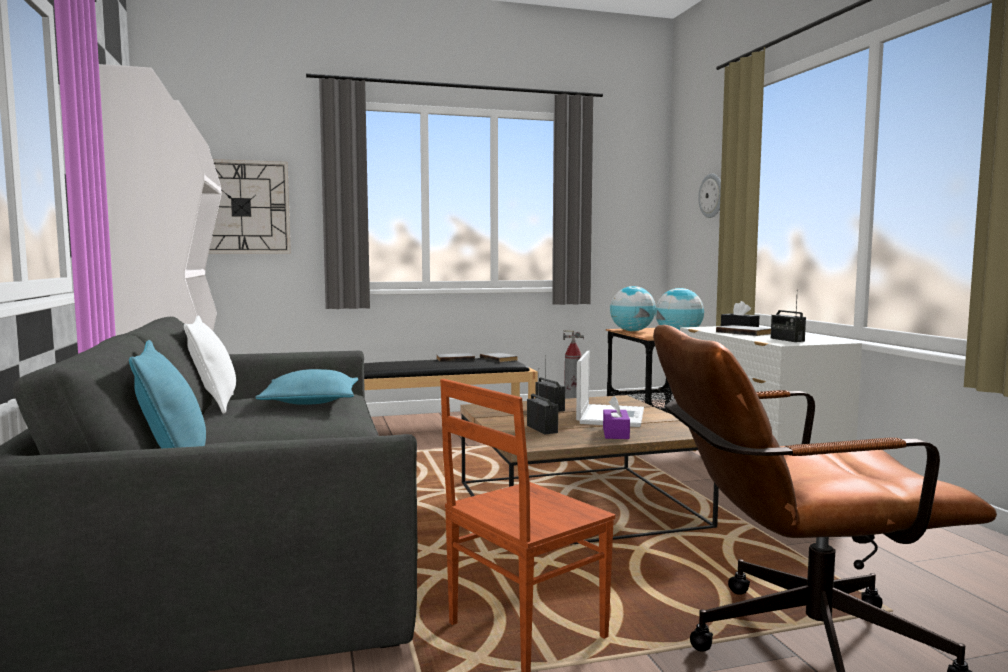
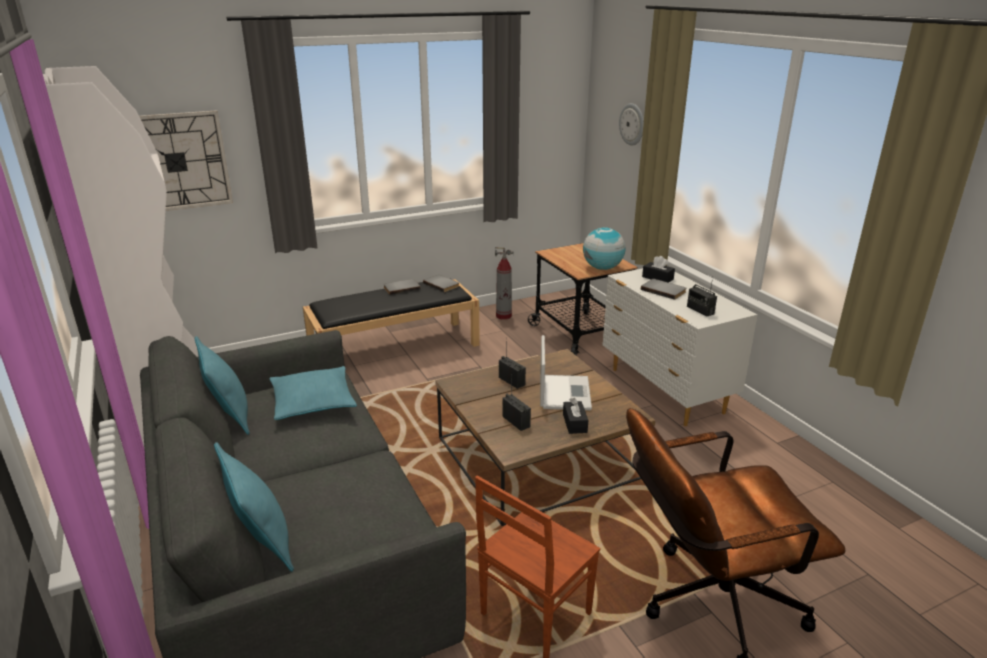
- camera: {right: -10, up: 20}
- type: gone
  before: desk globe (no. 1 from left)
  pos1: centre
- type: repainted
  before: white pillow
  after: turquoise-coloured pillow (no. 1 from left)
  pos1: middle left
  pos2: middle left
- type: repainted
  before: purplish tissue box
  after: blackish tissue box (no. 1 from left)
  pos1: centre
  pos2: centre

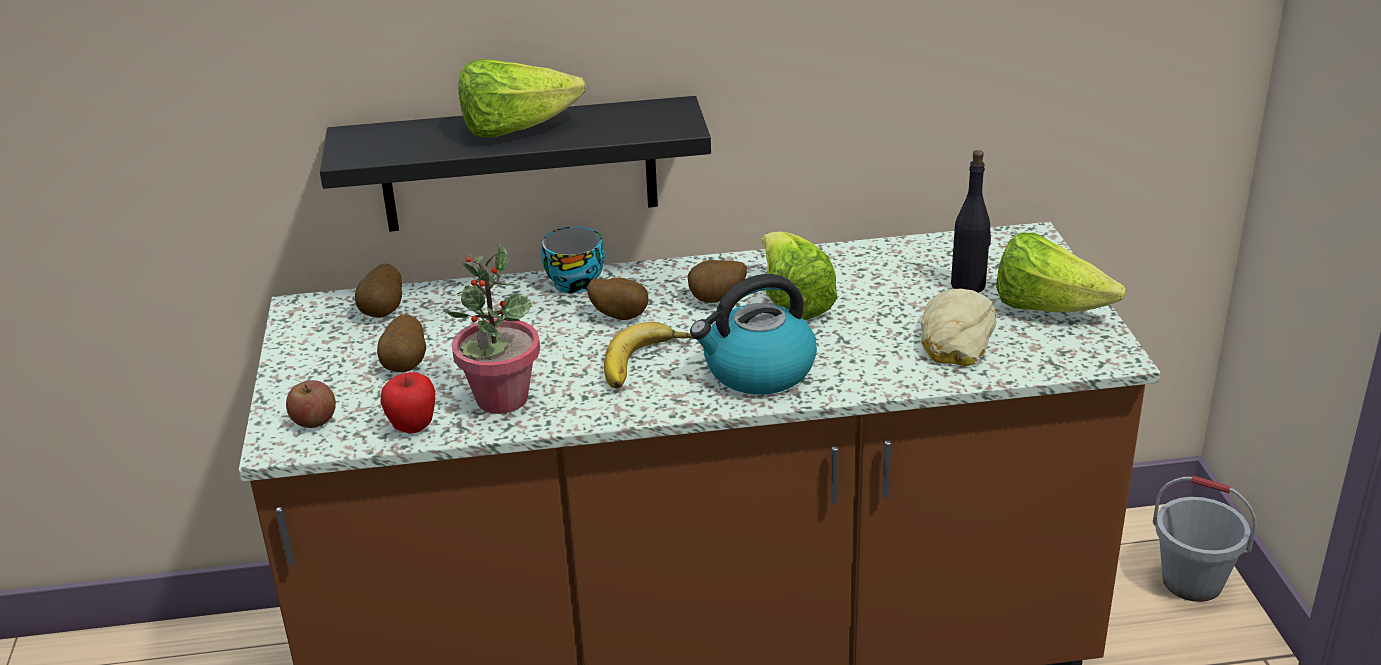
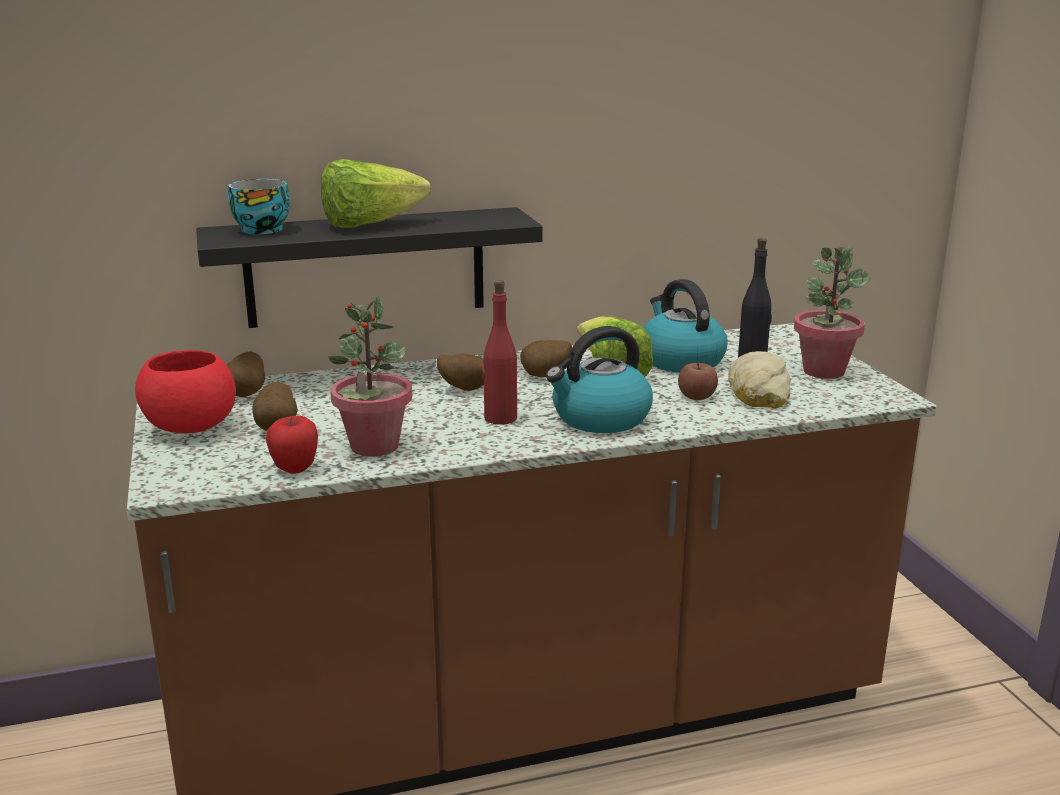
- camera: {right: -10, up: -10}
- type: gone
  before: greyish water bucket
  pos1: bottom right
- type: new
  after: reddish bowl
  pos2: middle left
- type: new
  after: water kettle (no. 2 from left)
  pos2: centre
- type: shifted
  before: apple fruit (no. 1 from left in the first image)
  after: apple fruit (no. 2 from left)
  pos1: middle left
  pos2: centre
- type: shifted
  before: small cup
  pos1: centre
  pos2: top left
- type: swapped
  before: banana fruit
  after: reddish bottle
  pos1: centre
  pos2: centre
- type: swapped
  before: lettuce (no. 3 from left)
  after: houseplant (no. 2 from left)
  pos1: middle right
  pos2: middle right

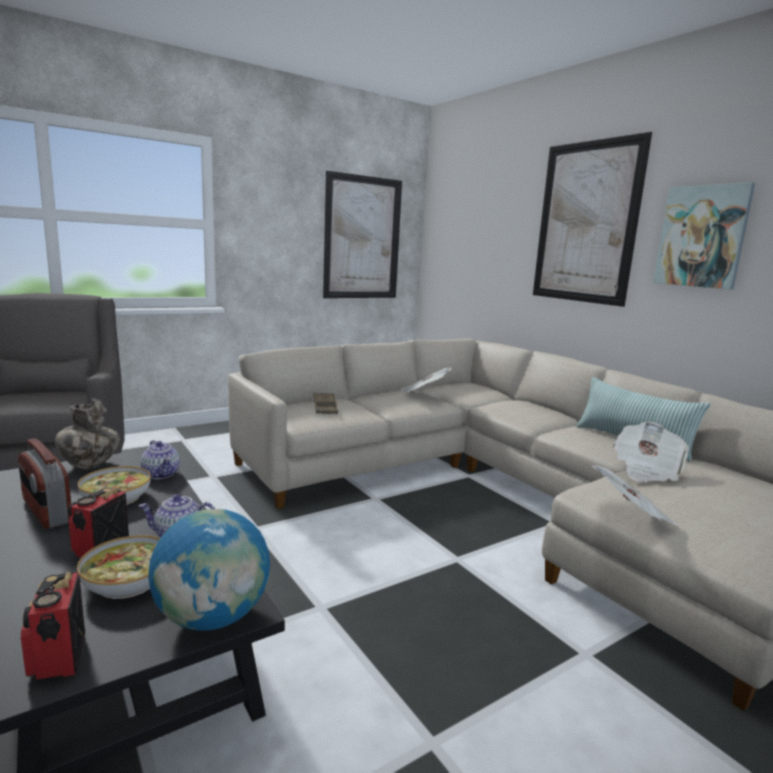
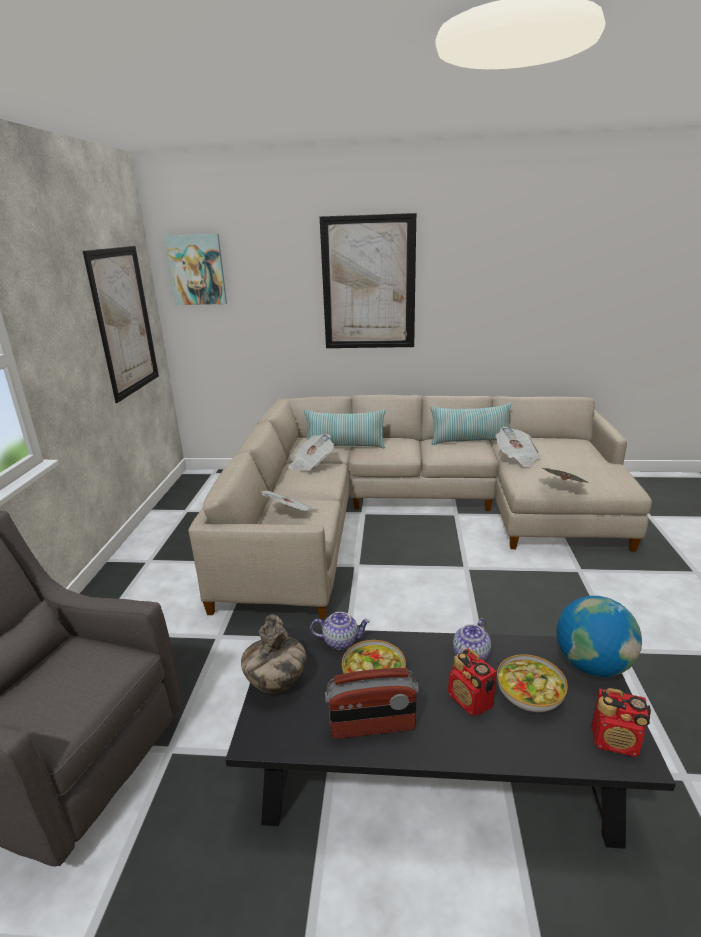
- camera: {right: -50, up: 10}
- type: new
  after: pillow (no. 1 from left)
  pos2: centre
- type: shifted
  before: wall picture (no. 3 from left in the first image)
  after: wall picture (no. 2 from left)
  pos1: top right
  pos2: top left
- type: swapped
  before: brown-coloured tray
  after: daily paper (no. 1 from left)
  pos1: centre
  pos2: centre

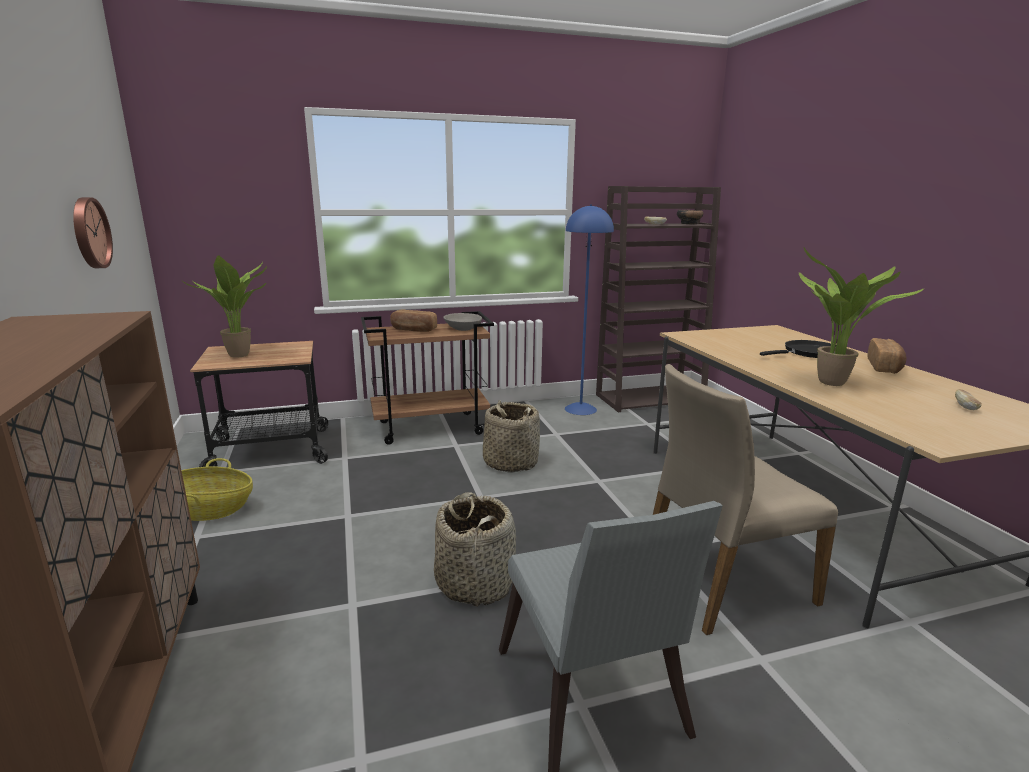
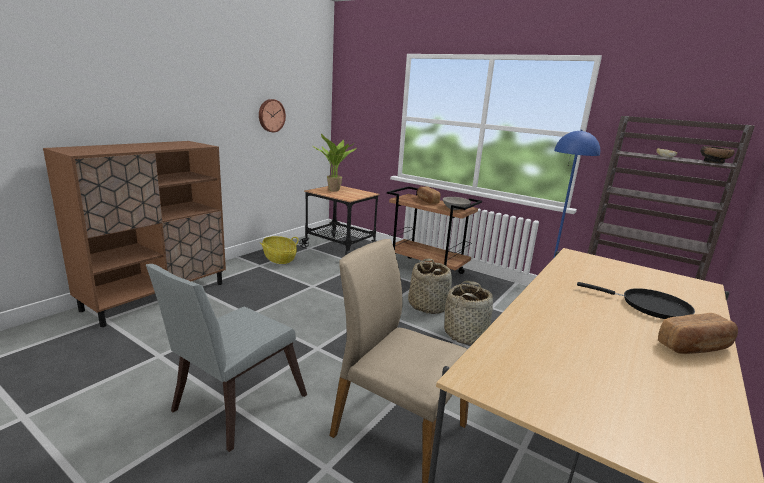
- camera: {right: 50, up: 0}
- type: gone
  before: houseplant (no. 2 from left)
  pos1: middle right
- type: gone
  before: baked bread (no. 4 from left)
  pos1: middle right
- type: shifted
  before: household basket (no. 2 from left in the first image)
  after: household basket (no. 3 from left)
  pos1: bottom centre
  pos2: centre

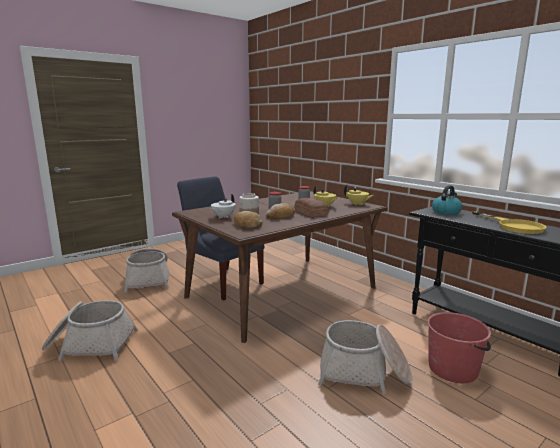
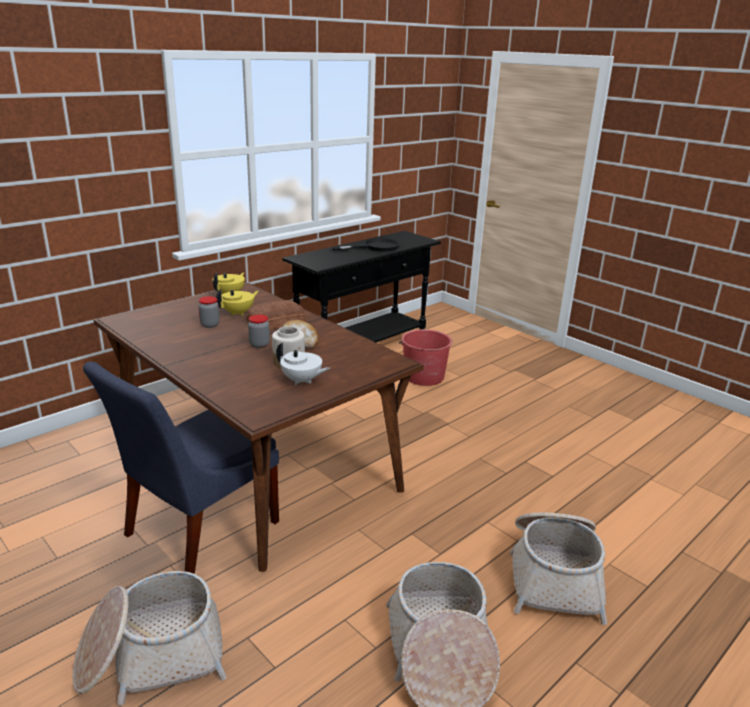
- camera: {right: -95, up: 10}
- type: gone
  before: baked bread (no. 1 from left)
  pos1: centre
- type: gone
  before: water kettle
  pos1: middle right
- type: shifted
  before: household basket (no. 3 from left)
  pos1: bottom centre
  pos2: bottom right
- type: repainted
  before: yellow skillet
  after: blackish skillet
  pos1: middle right
  pos2: centre

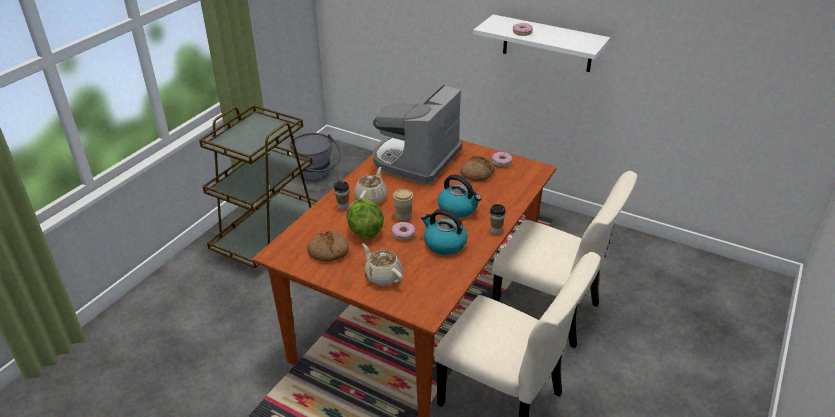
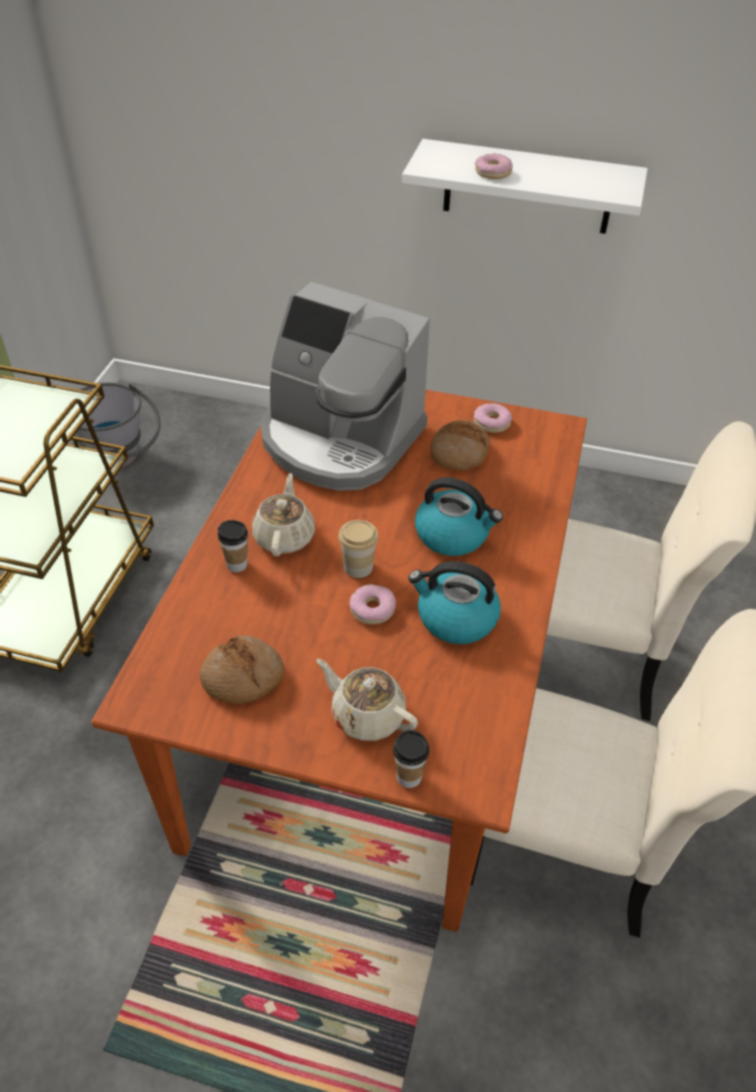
- camera: {right: -15, up: 10}
- type: gone
  before: lettuce
  pos1: centre
- type: shifted
  before: small cup (no. 3 from left)
  pos1: centre
  pos2: bottom centre
- type: rotated
  before: coffee maker
  pos1: top centre
  pos2: centre
  turn: -75

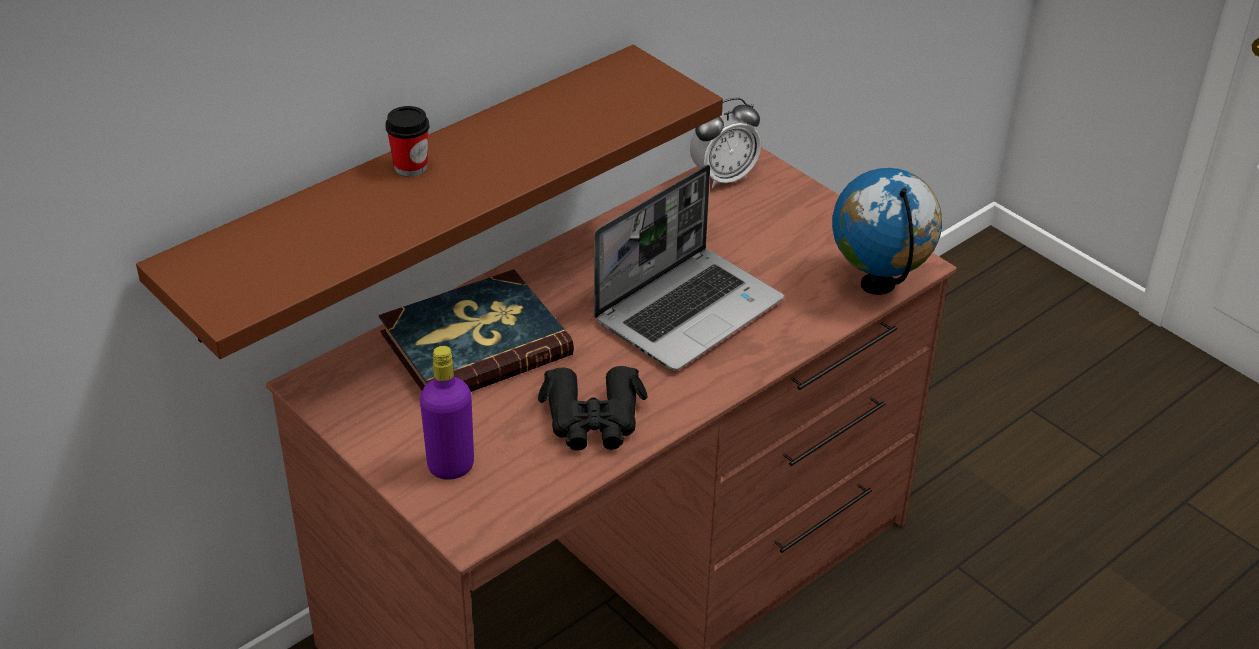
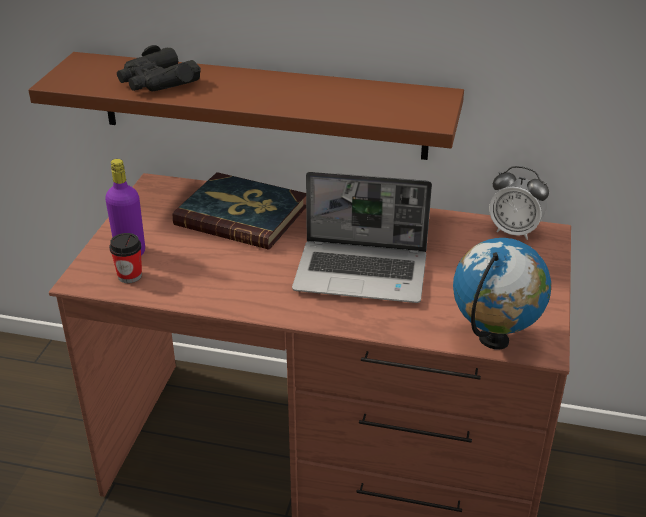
- camera: {right: 55, up: -5}
- type: shifted
  before: small cup
  pos1: top left
  pos2: middle left
- type: shifted
  before: blackish field glasses
  pos1: centre
  pos2: top left

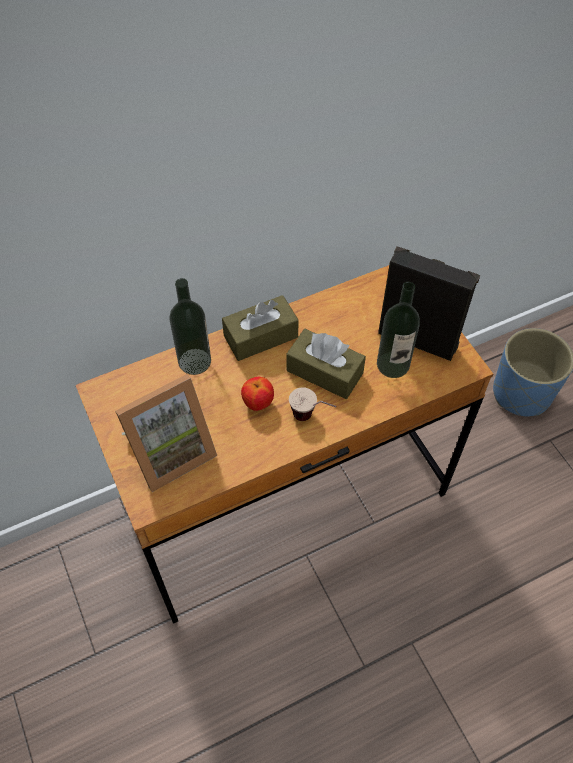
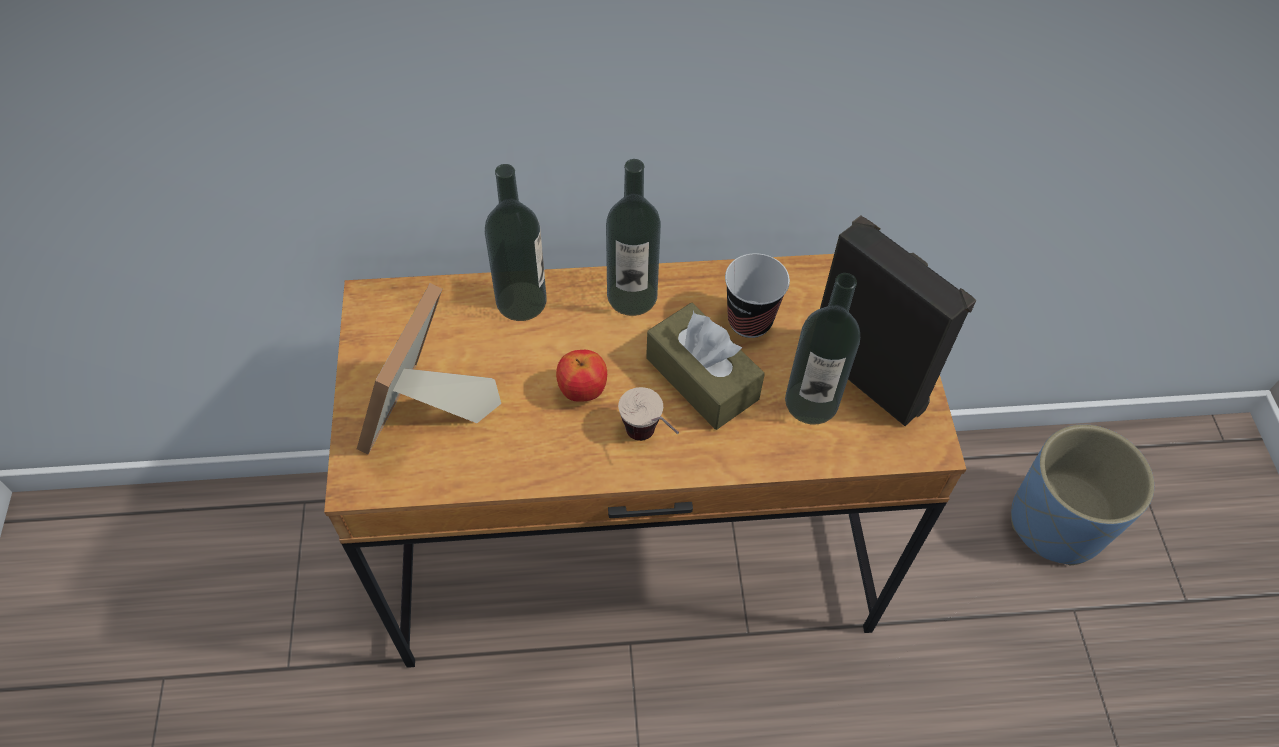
- camera: {right: 20, up: 0}
- type: new
  after: small cup (no. 2 from left)
  pos2: centre
- type: swapped
  before: brown-coloured tissue box (no. 1 from left)
  after: bottle (no. 2 from left)
  pos1: centre
  pos2: top centre
- type: rotated
  before: photo frame
  pos1: middle left
  pos2: centre
  turn: 120

